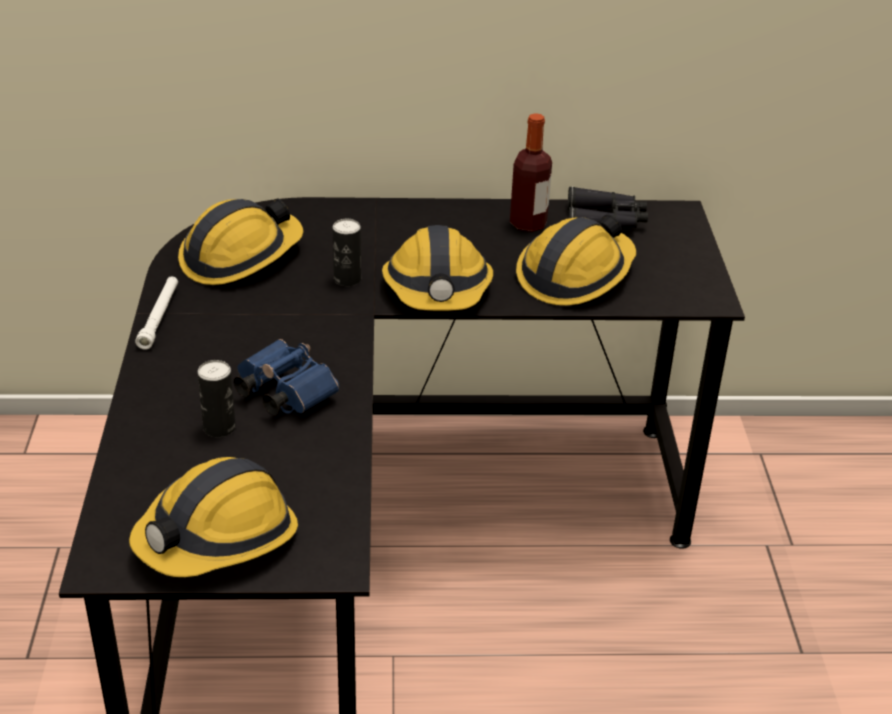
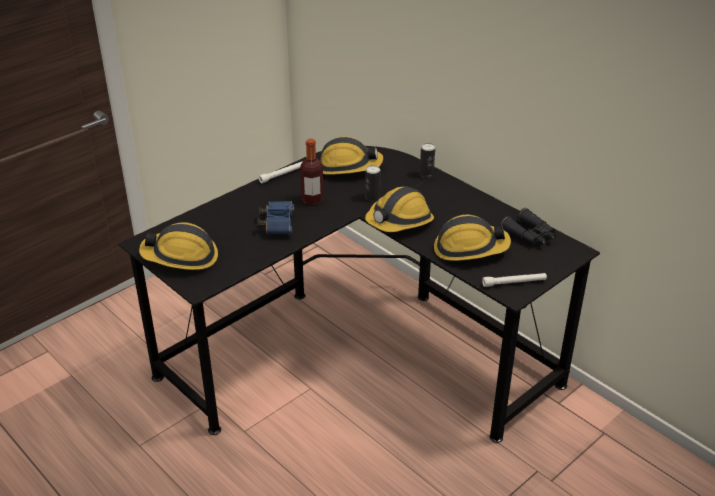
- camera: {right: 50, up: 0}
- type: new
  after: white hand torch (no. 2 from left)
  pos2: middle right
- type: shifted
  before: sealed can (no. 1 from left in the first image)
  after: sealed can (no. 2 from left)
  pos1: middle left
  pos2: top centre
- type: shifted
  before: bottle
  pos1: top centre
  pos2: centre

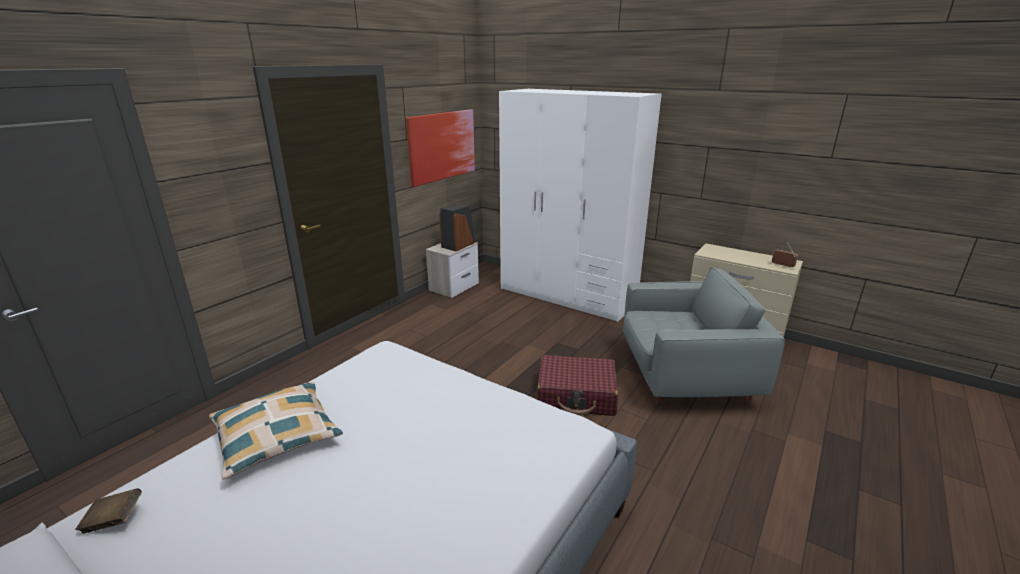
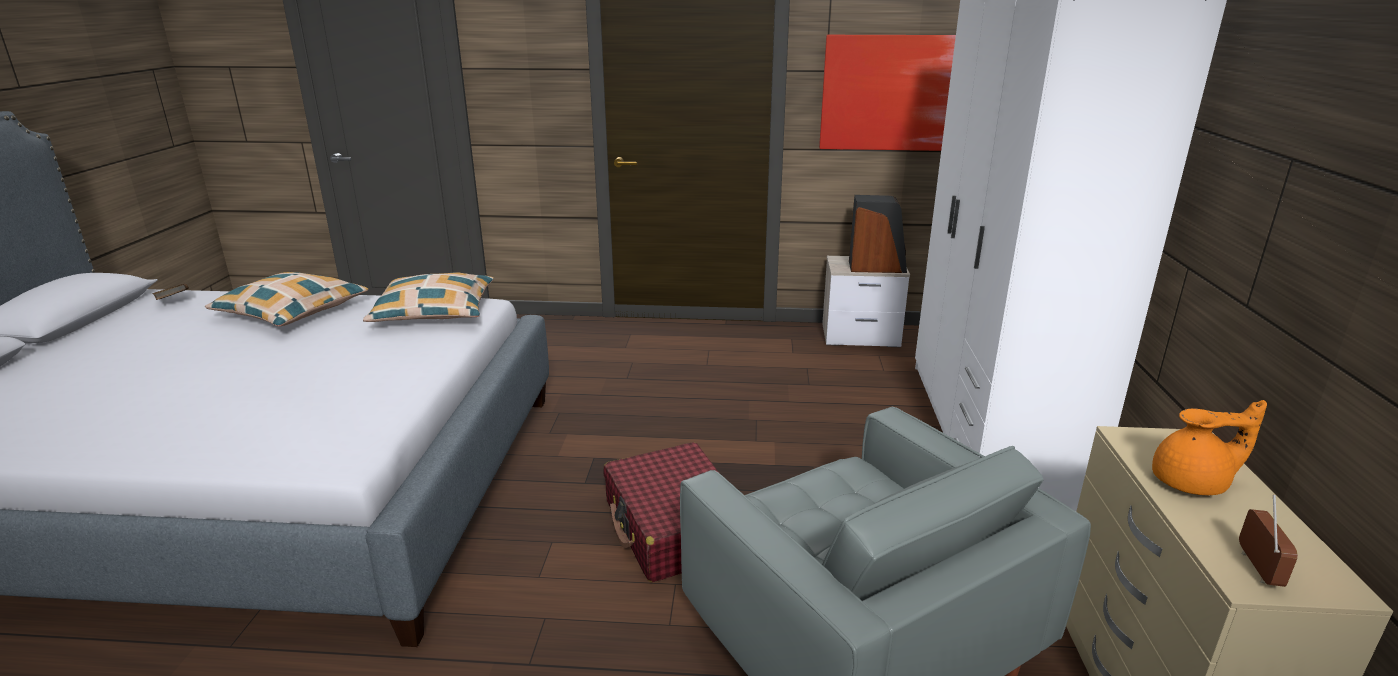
- camera: {right: 60, up: 0}
- type: new
  after: pillow (no. 2 from left)
  pos2: middle left
- type: new
  after: orangey tea pot
  pos2: middle right

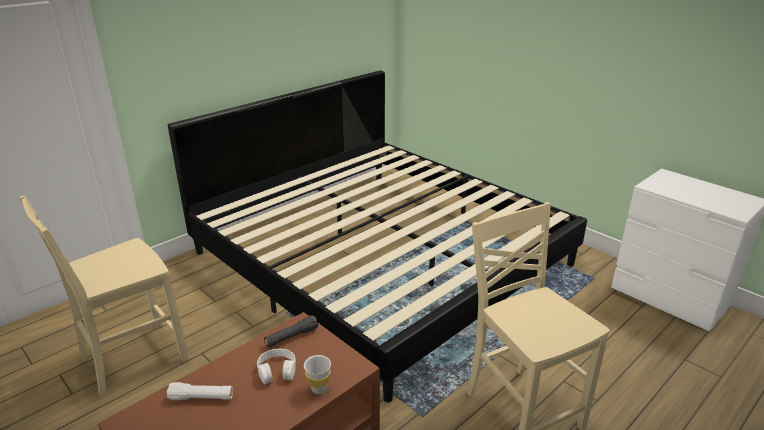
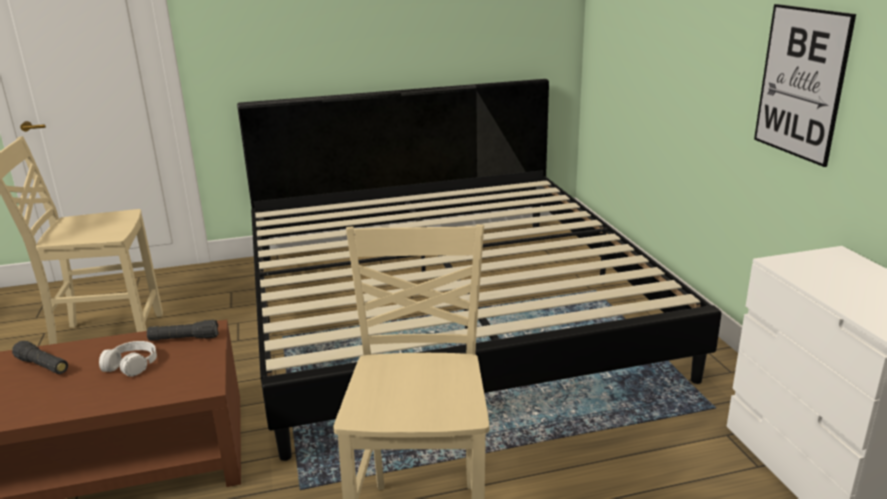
- camera: {right: 30, up: -5}
- type: gone
  before: white small cup
  pos1: bottom centre
- type: new
  after: wall picture
  pos2: top right
- type: repainted
  before: white hand torch
  after: blackish hand torch (no. 1 from left)
  pos1: bottom left
  pos2: bottom left

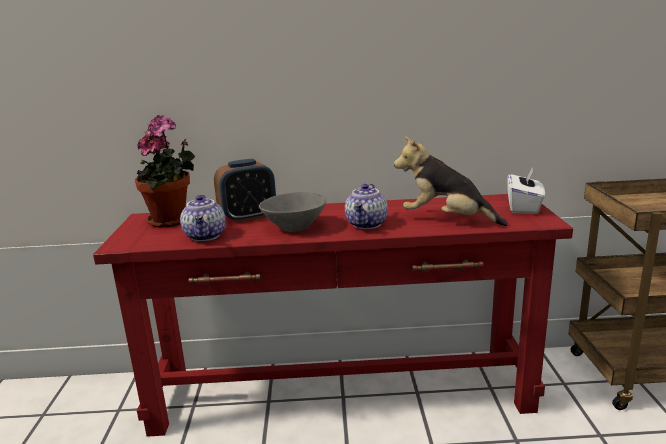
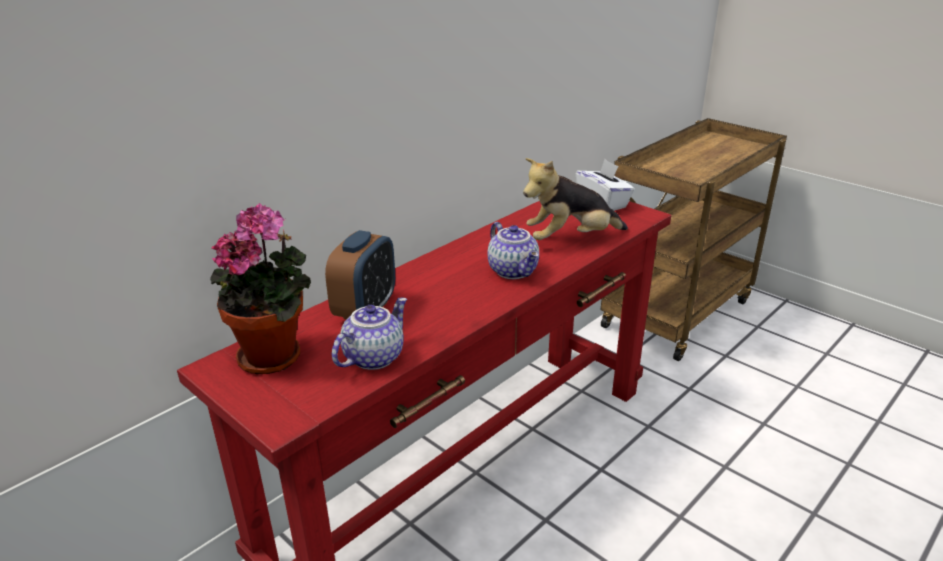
- camera: {right: -45, up: 10}
- type: gone
  before: greyish bowl
  pos1: centre
- type: rotated
  before: tea pot (no. 1 from left)
  pos1: middle left
  pos2: centre
  turn: -90

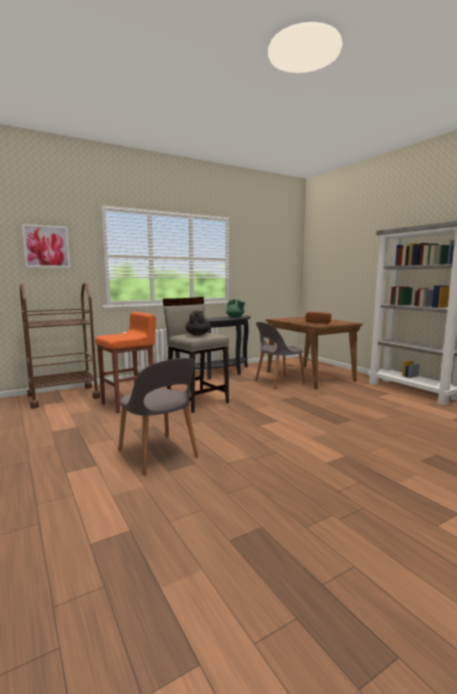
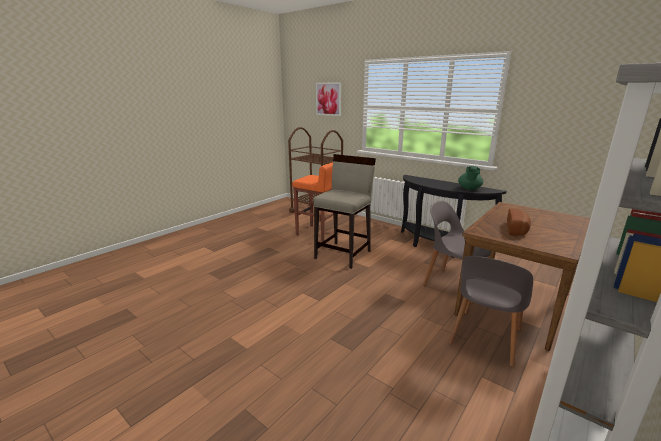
- camera: {right: 70, up: 10}
- type: gone
  before: blackish tea pot
  pos1: centre
- type: shifted
  before: greyish upright chair (no. 1 from left in the first image)
  after: greyish upright chair (no. 2 from left)
  pos1: centre
  pos2: bottom right

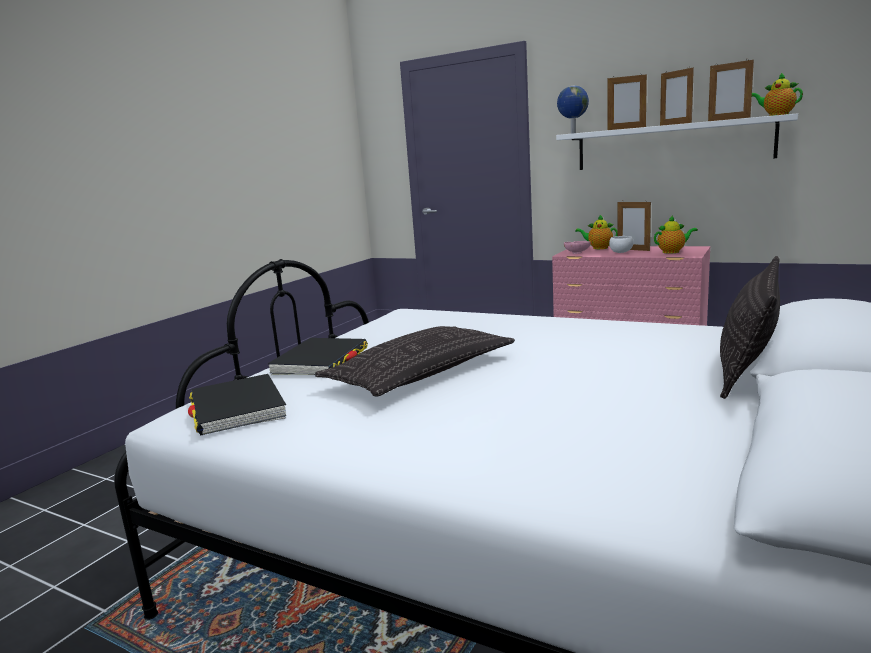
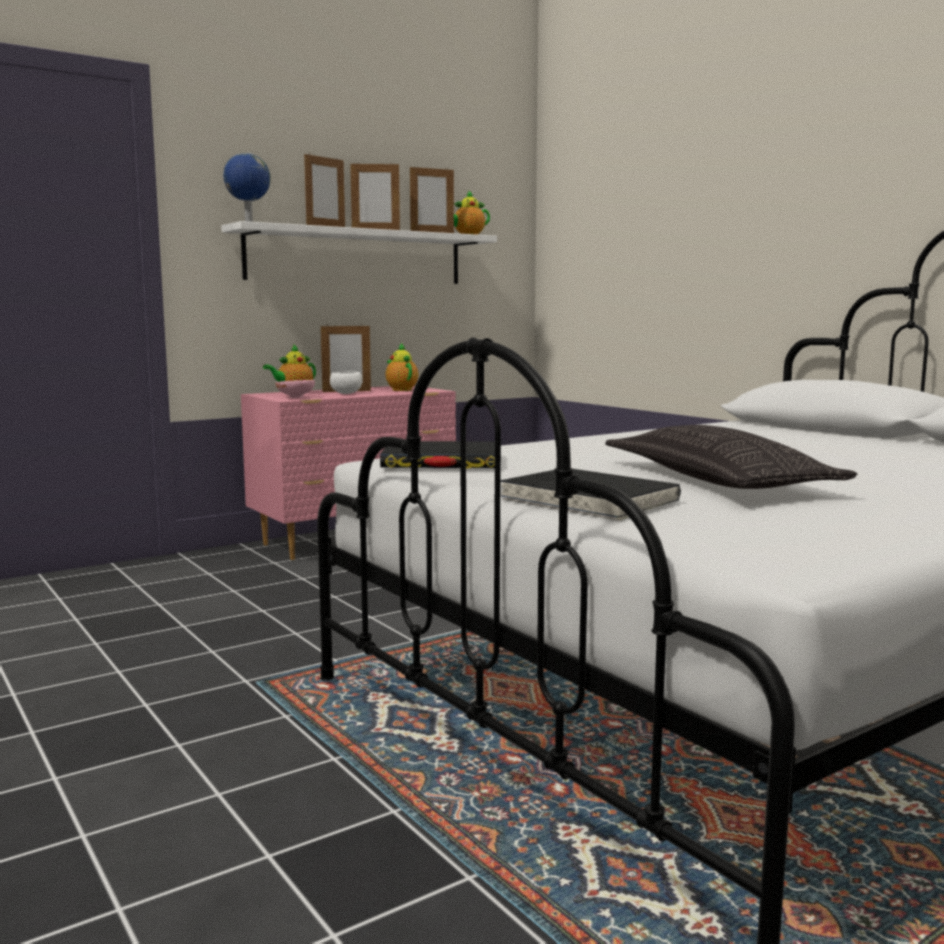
- camera: {right: -65, up: -5}
- type: gone
  before: pillow (no. 2 from left)
  pos1: middle right
- type: shifted
  before: blackish book (no. 1 from left)
  pos1: middle left
  pos2: centre
- type: rotated
  before: tea pot (no. 2 from left)
  pos1: middle right
  pos2: centre
  turn: -45

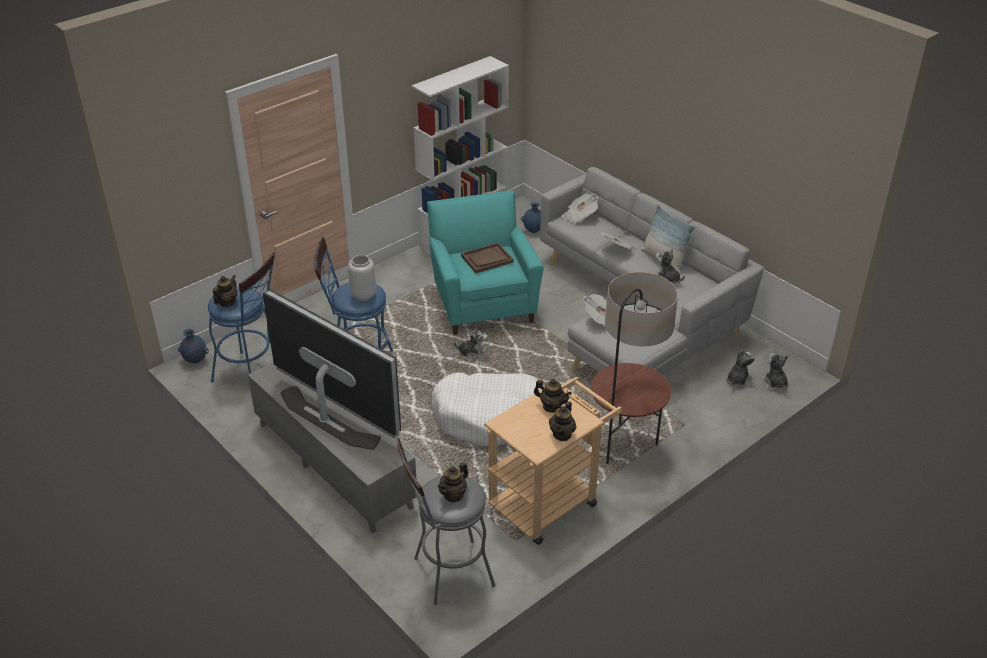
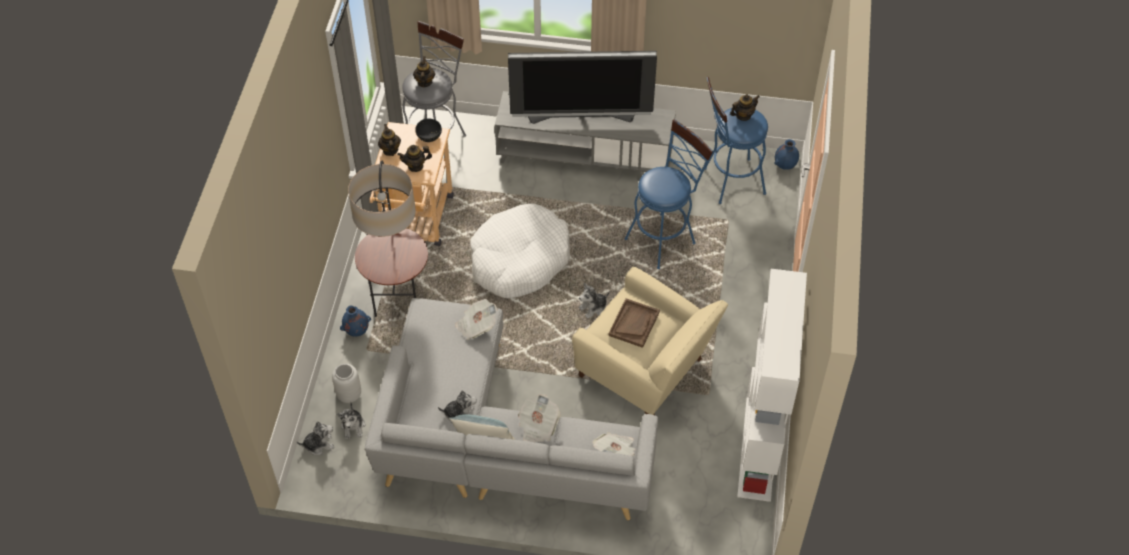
- camera: {right: 140, up: 15}
- type: new
  after: blackish bowl
  pos2: top centre
- type: shifted
  before: greyish vase
  pos1: centre
  pos2: bottom left
- type: shifted
  before: blue vase (no. 2 from left in the first image)
  after: blue vase (no. 1 from left)
  pos1: top centre
  pos2: middle left
- type: repainted
  before: turquoise-coloured lounge chair
  after: beige lounge chair
  pos1: centre
  pos2: centre
- type: rotated
  before: tea pot (no. 1 from left in the first image)
  pos1: middle left
  pos2: top centre
  turn: -105
- type: rotated
  before: cuddly toy (no. 4 from left in the first image)
  pos1: middle right
  pos2: bottom left
  turn: -45

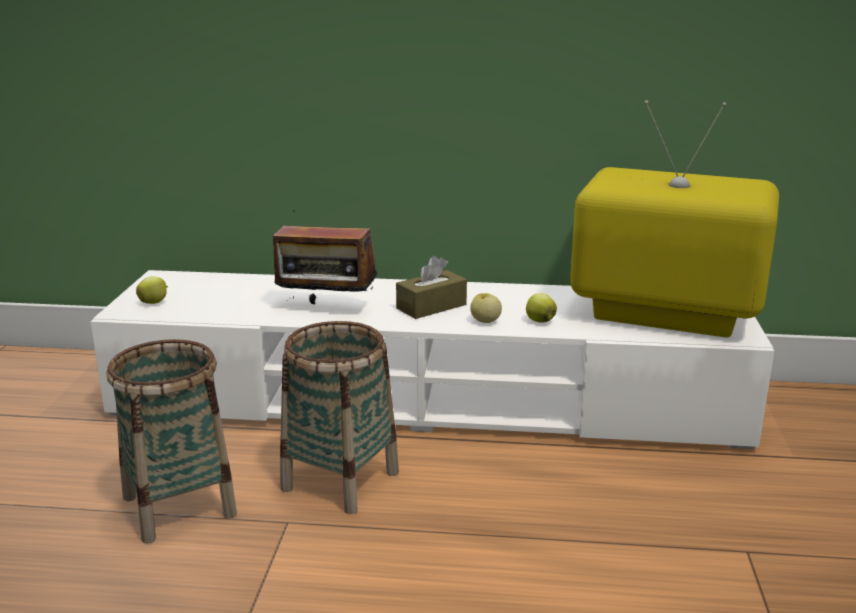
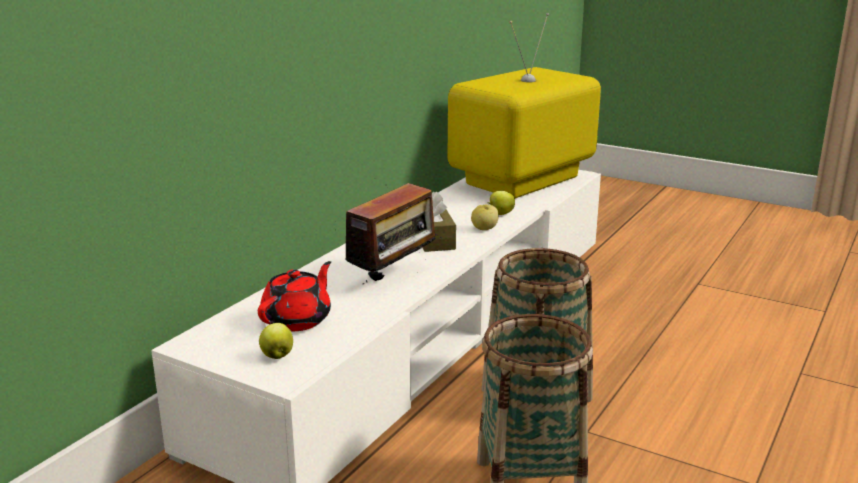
- camera: {right: -65, up: 0}
- type: new
  after: reddish tea pot
  pos2: centre

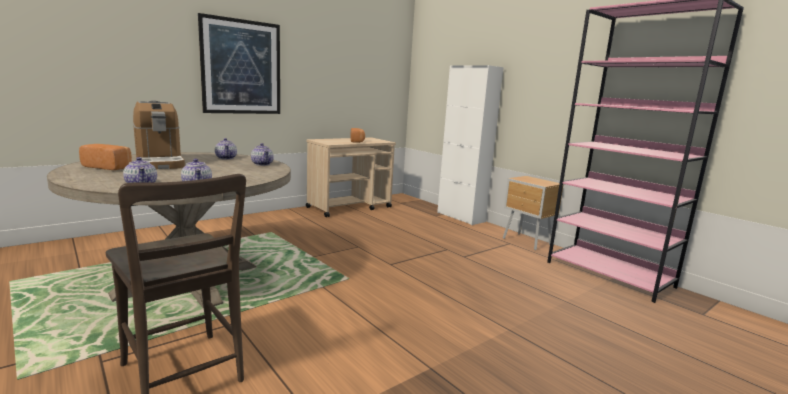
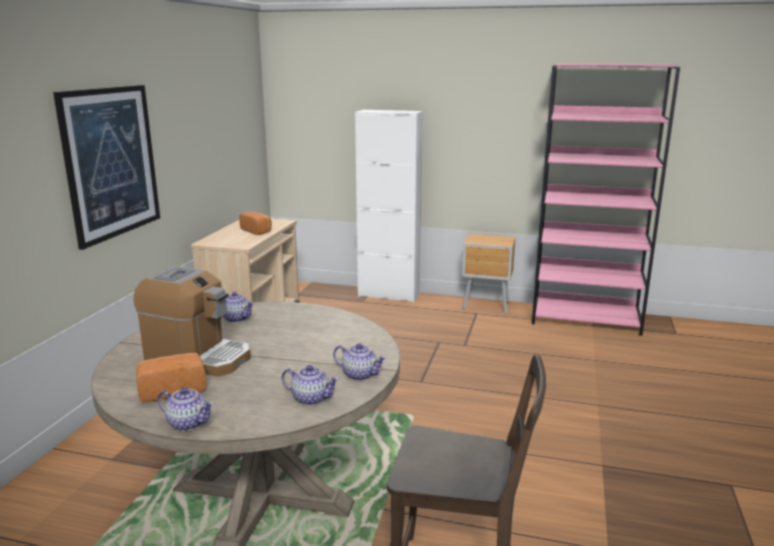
- camera: {right: -35, up: 5}
- type: shifted
  before: tea pot (no. 4 from left in the first image)
  after: tea pot (no. 1 from left)
  pos1: middle left
  pos2: bottom left

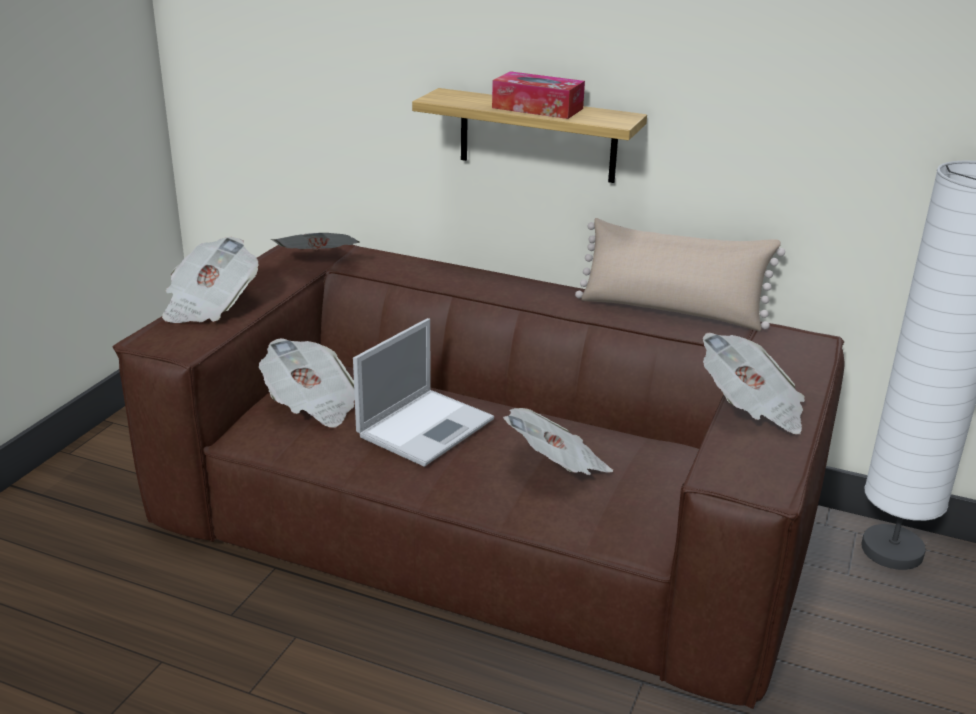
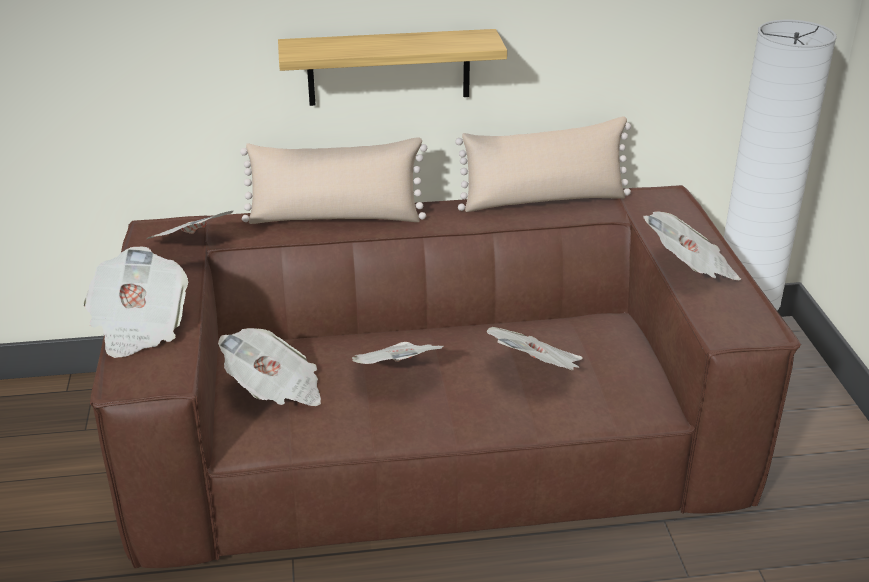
- camera: {right: -30, up: 5}
- type: gone
  before: tissue box
  pos1: top centre
- type: new
  after: beige pillow (no. 1 from left)
  pos2: top centre
- type: swapped
  before: portable computer
  after: daily paper (no. 4 from left)
  pos1: centre
  pos2: centre

